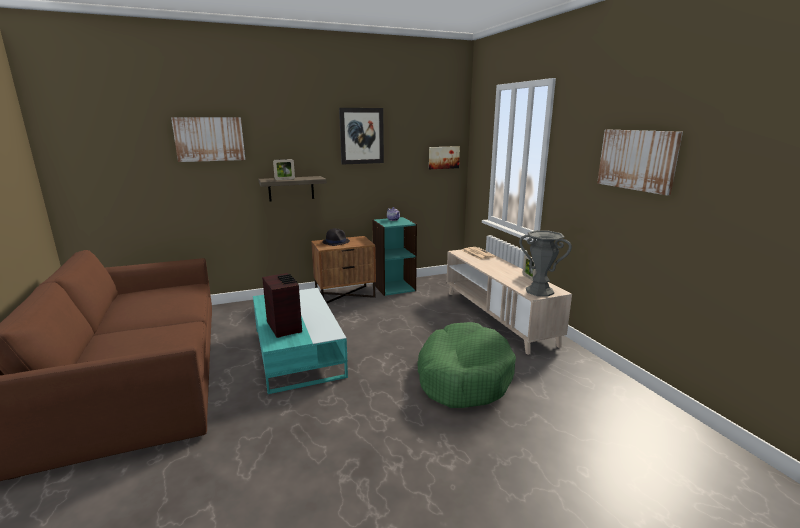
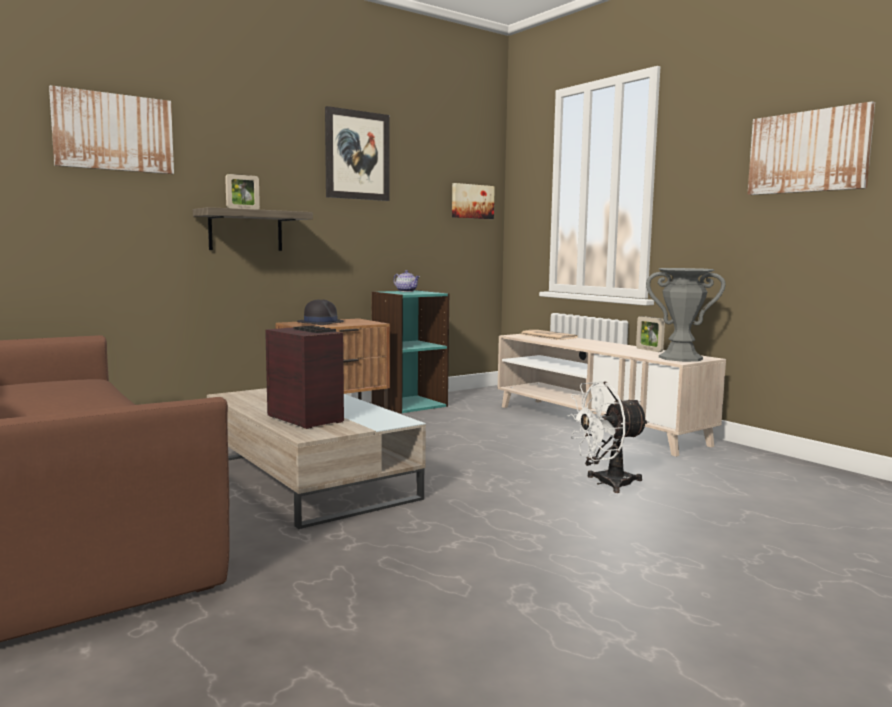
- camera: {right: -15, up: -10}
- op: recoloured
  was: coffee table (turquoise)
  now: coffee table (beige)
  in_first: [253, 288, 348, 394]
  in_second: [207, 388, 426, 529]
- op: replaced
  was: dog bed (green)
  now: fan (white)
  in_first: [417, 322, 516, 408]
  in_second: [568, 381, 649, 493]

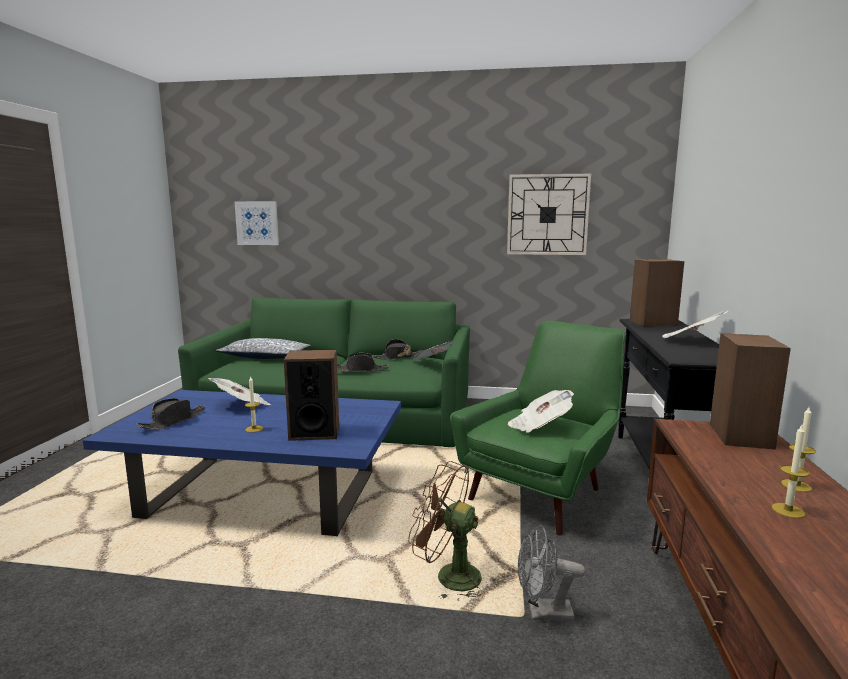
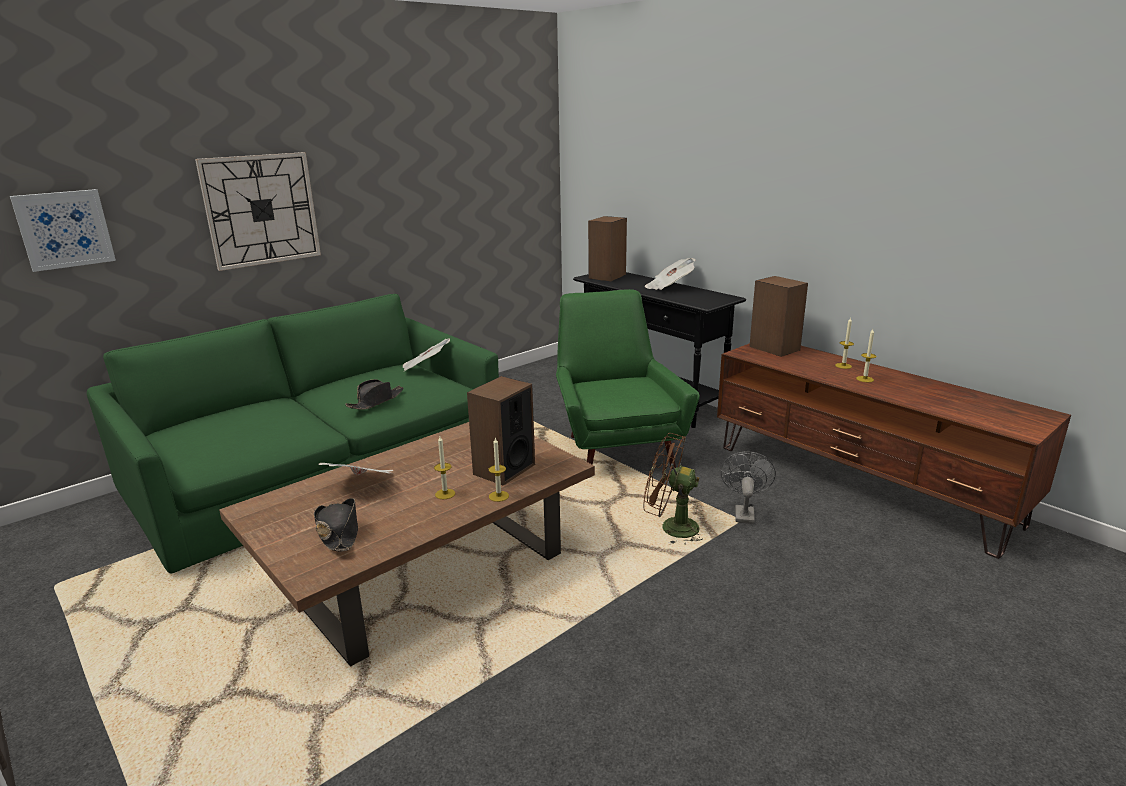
- camera: {right: -50, up: 10}
- op: moved
  was: wall clock
  in_first: [507, 174, 591, 255]
  in_second: [195, 152, 321, 271]
- op: removed
  was: pillow
  in_first: [216, 338, 311, 359]
- op: removed
  was: hat (black)
  in_first: [372, 339, 422, 360]
- op: recoloured
  was: coffee table (blue)
  now: coffee table (brown)
  in_first: [83, 390, 401, 536]
  in_second: [219, 422, 595, 667]
- op: removed
  was: newspaper
  in_first: [508, 390, 574, 433]
- op: turned
  was: fan (brown)
  in_first: [408, 461, 482, 601]
  in_second: [644, 433, 703, 545]
  clockwise: 45
- op: turned
  was: fan (grey)
  in_first: [518, 525, 585, 621]
  in_second: [720, 451, 776, 524]
  clockwise: 150
- op: added
  now: candle
  in_second: [489, 437, 509, 502]

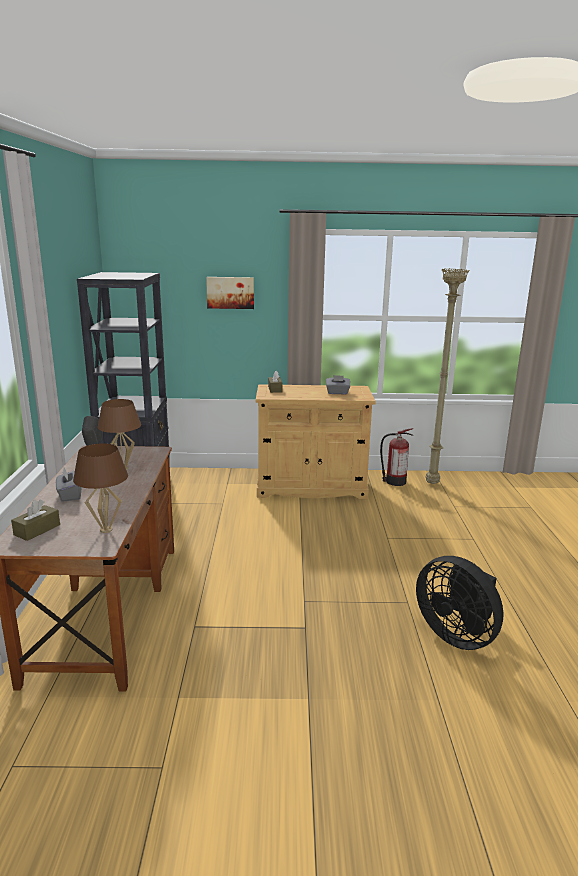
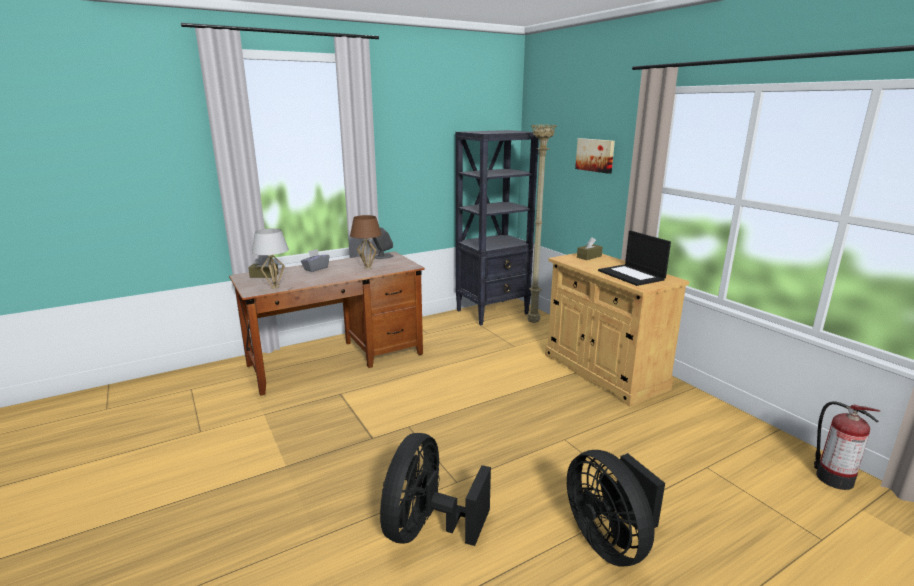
- camera: {right: 60, up: 0}
- op: moved
  was: floor lamp (beige)
  in_first: [426, 268, 469, 484]
  in_second: [527, 124, 557, 323]
- op: replaced
  was: tissue box (grey)
  now: laptop
  in_first: [326, 375, 350, 394]
  in_second: [598, 230, 671, 286]
- op: moved
  was: fire extinguisher
  in_first: [380, 428, 413, 486]
  in_second: [814, 401, 881, 490]
- op: recoloured
  was: table lamp (brown)
  now: table lamp (white)
  in_first: [73, 443, 128, 533]
  in_second: [252, 229, 289, 289]
- op: added
  now: fan (black)
  in_second: [567, 450, 665, 566]

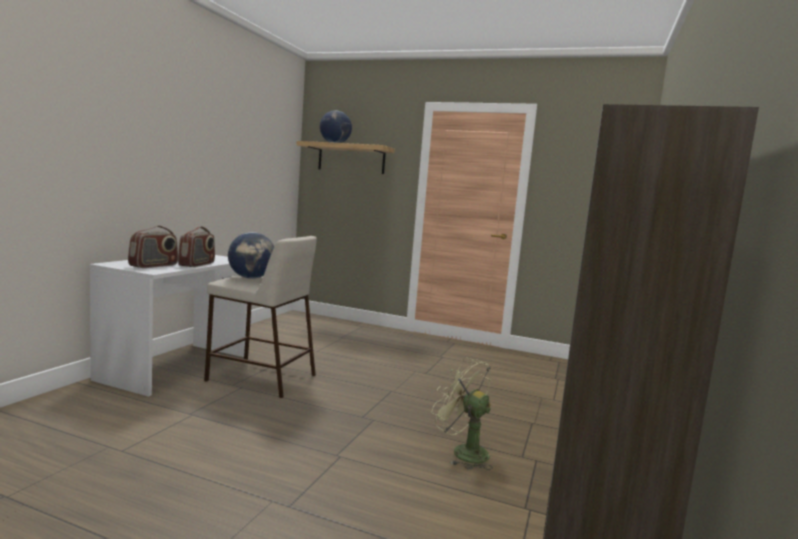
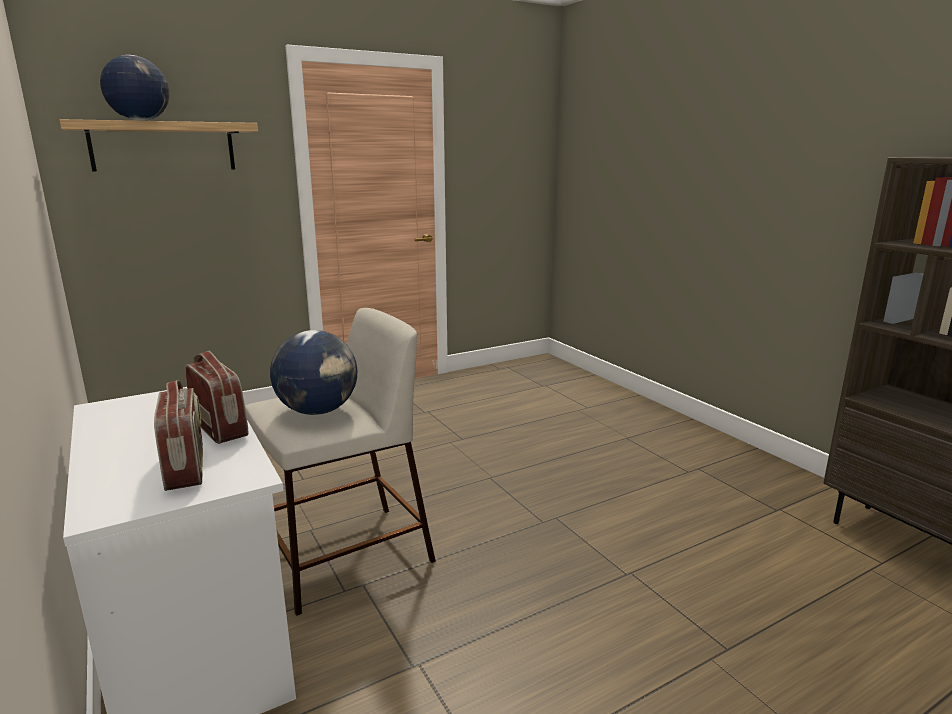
- camera: {right: -50, up: 10}
- op: removed
  was: fan (green)
  in_first: [432, 357, 493, 470]

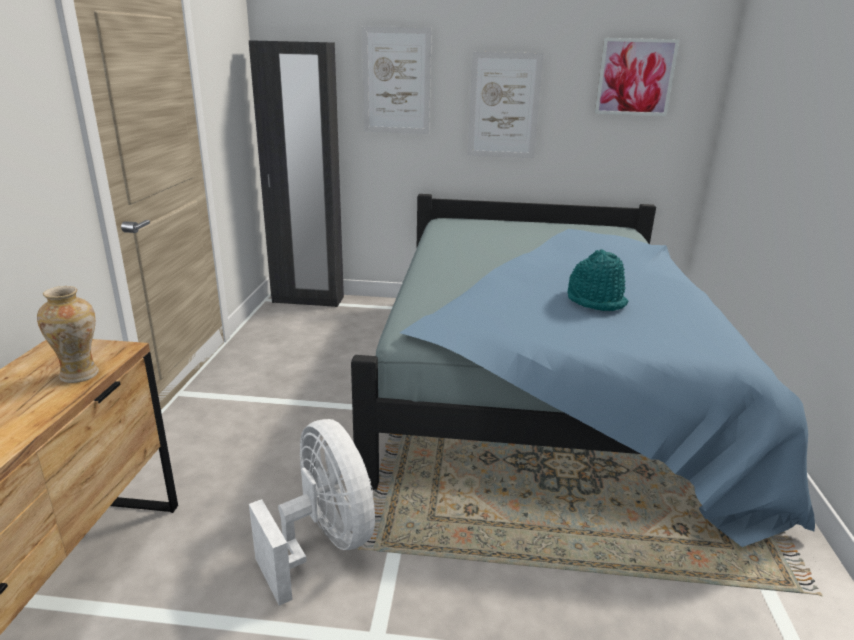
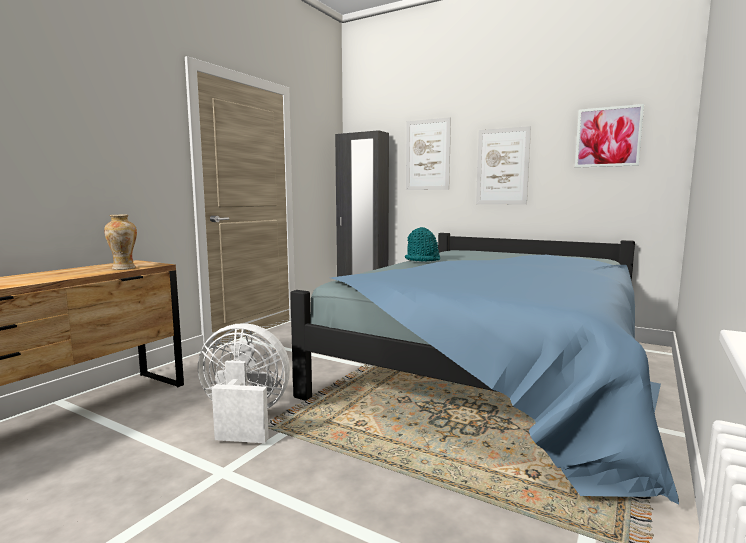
- camera: {right: 25, up: -15}
- op: moved
  was: hat (turquoise)
  in_first: [568, 249, 628, 311]
  in_second: [405, 227, 440, 262]
- op: turned
  was: fan (white)
  in_first: [249, 419, 375, 606]
  in_second: [198, 323, 290, 443]
  clockwise: -75

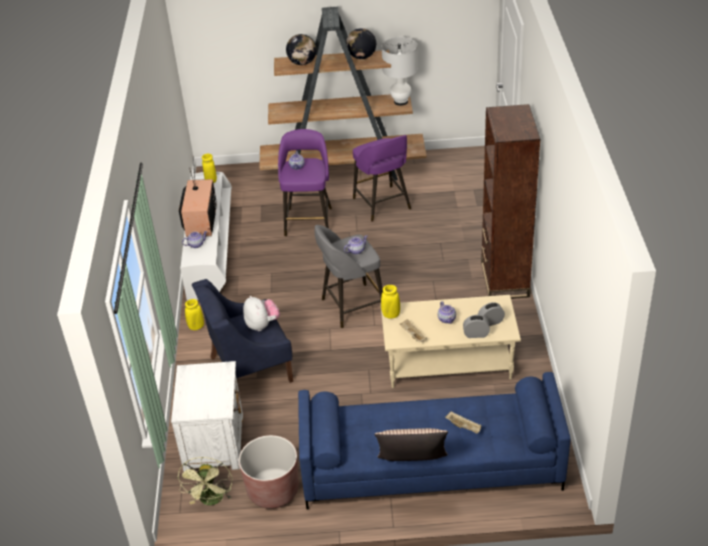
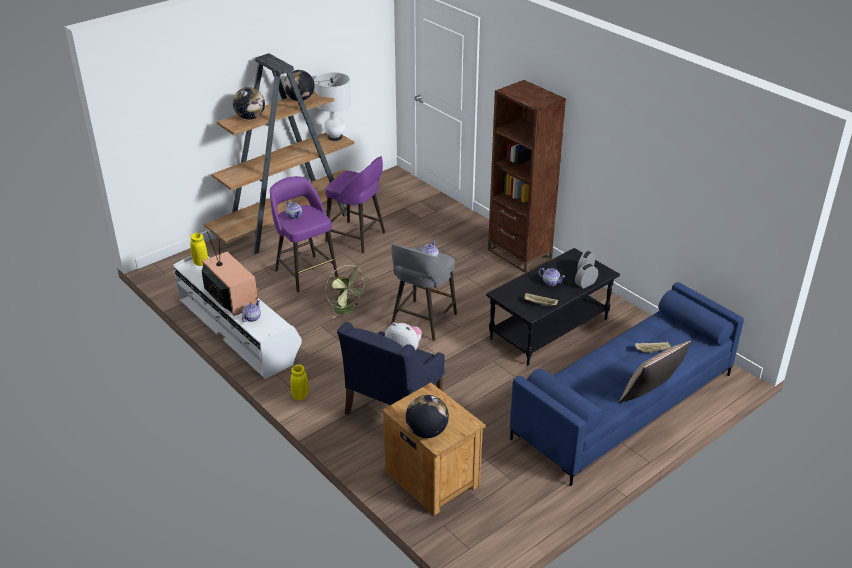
- camera: {right: -40, up: -5}
- op: removed
  was: vase (yellow)
  in_first: [381, 285, 400, 319]
- op: recoloured
  was: coffee table (beige)
  now: coffee table (black)
  in_first: [381, 295, 521, 388]
  in_second: [486, 248, 620, 365]
- op: recoloured
  was: nightstand (white)
  now: nightstand (brown)
  in_first: [171, 361, 243, 471]
  in_second: [382, 383, 486, 516]
- op: removed
  was: planter (brown)
  in_first: [239, 435, 299, 509]
- op: moved
  was: fan (green)
  in_first: [177, 457, 232, 505]
  in_second: [325, 265, 368, 318]
- op: added
  now: globe
  in_second: [406, 395, 449, 438]

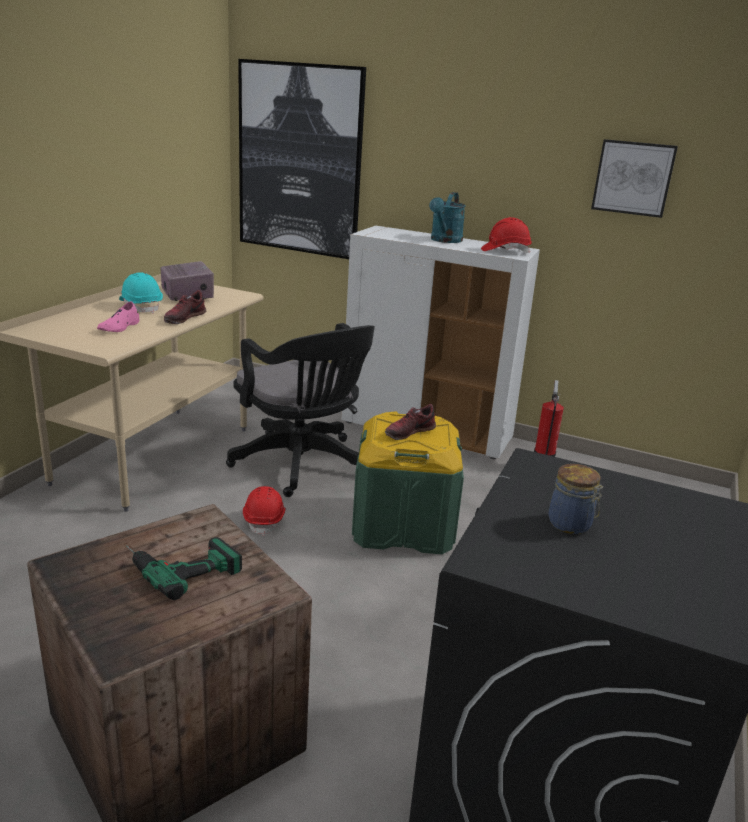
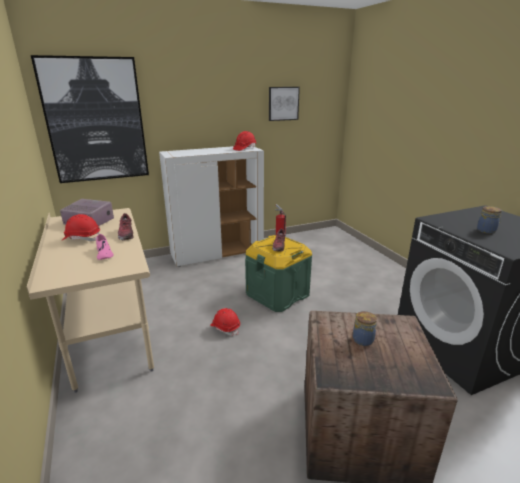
- camera: {right: -45, up: 0}
- op: removed
  was: watering can (turquoise)
  in_first: [429, 192, 466, 243]
- op: recoloured
  was: hard hat (turquoise)
  now: hard hat (red)
  in_first: [119, 273, 163, 314]
  in_second: [61, 214, 100, 241]
- op: removed
  was: office chair (black)
  in_first: [226, 323, 375, 497]
- op: replaced
  was: power drill
  now: jar
  in_first: [126, 537, 242, 600]
  in_second: [353, 311, 377, 346]

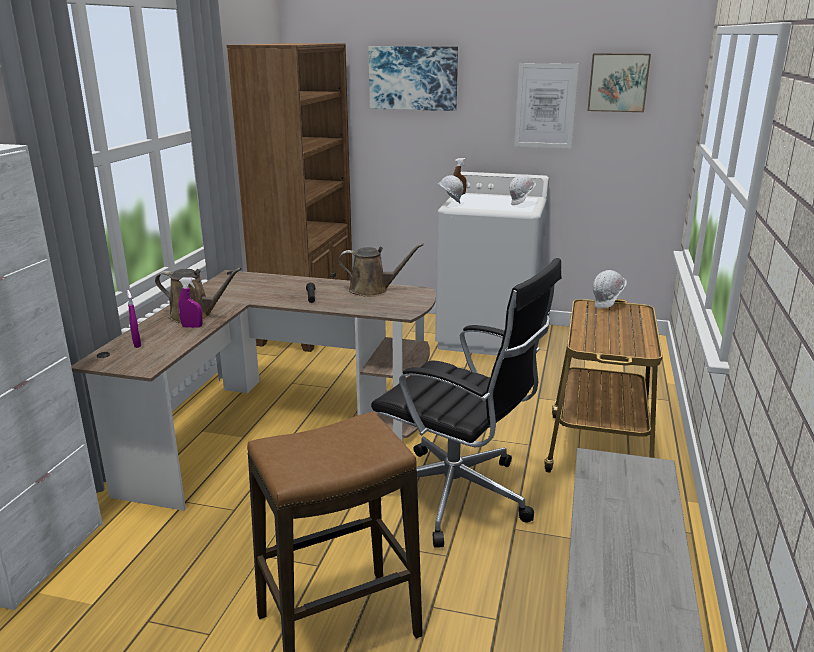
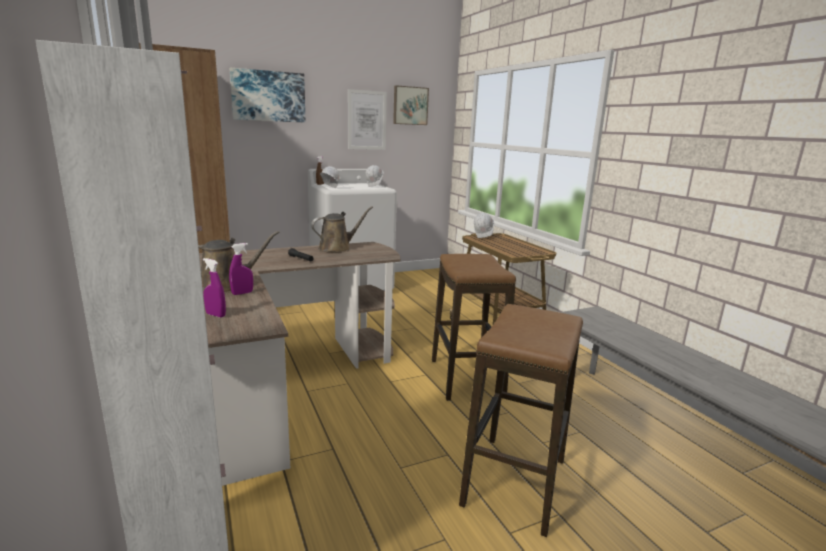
- camera: {right: -40, up: -5}
- op: replaced
  was: office chair (black)
  now: stool
  in_first: [371, 258, 561, 548]
  in_second: [432, 254, 516, 401]

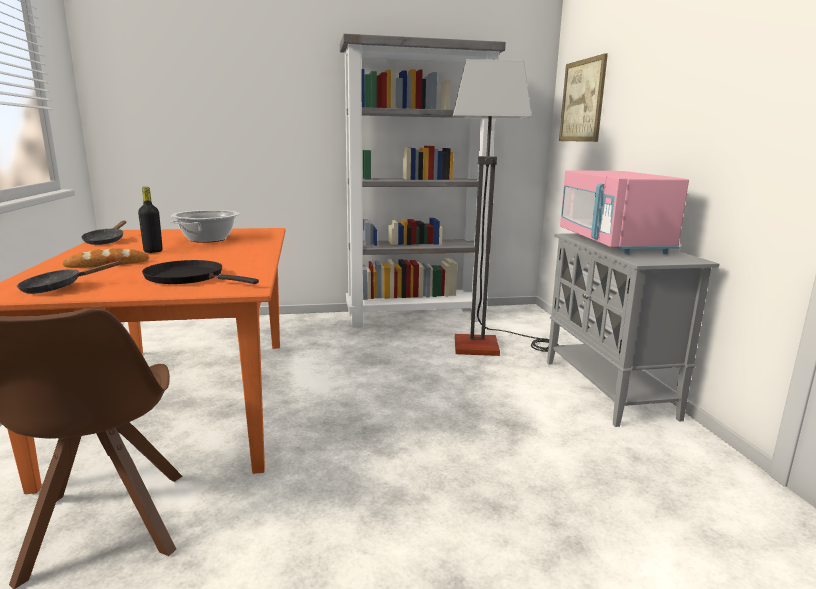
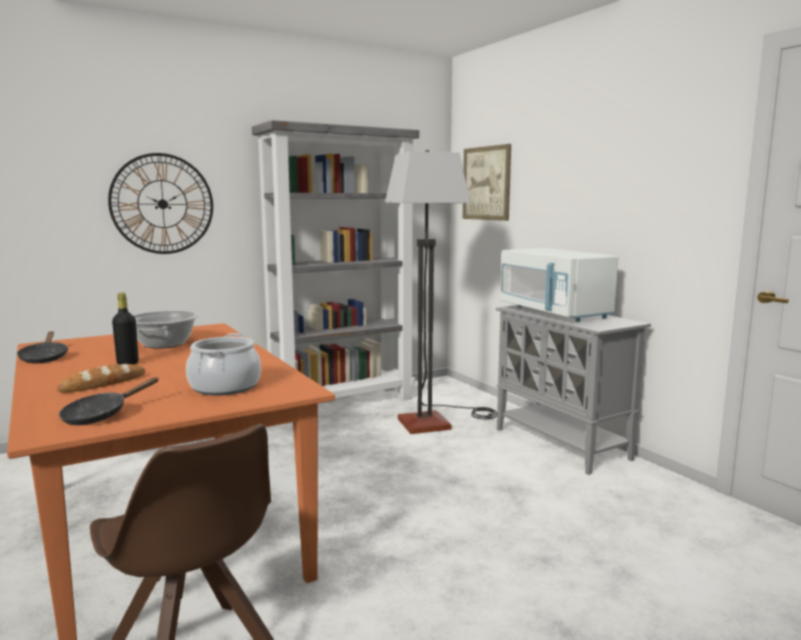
- camera: {right: -20, up: -5}
- op: recoloured
  was: microwave (pink)
  now: microwave (white)
  in_first: [560, 170, 689, 254]
  in_second: [500, 248, 618, 322]
- op: replaced
  was: frying pan (black)
  now: cooking pot
  in_first: [142, 260, 259, 284]
  in_second: [186, 333, 261, 395]
- op: added
  now: wall clock
  in_second: [108, 153, 213, 254]

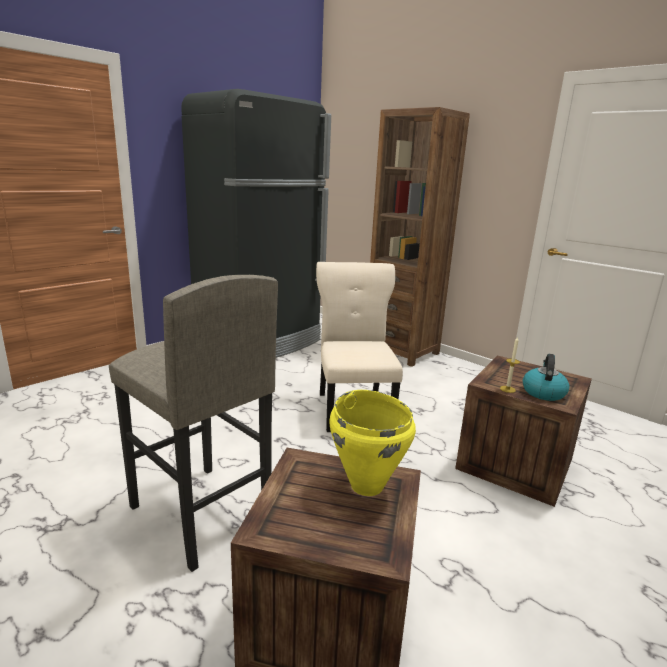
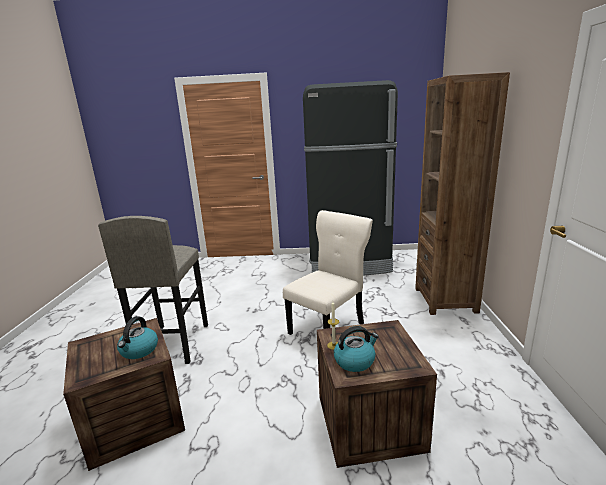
- camera: {right: 50, up: 0}
- op: replaced
  was: cooking pot (yellow)
  now: kettle
  in_first: [329, 390, 416, 496]
  in_second: [117, 316, 158, 359]

